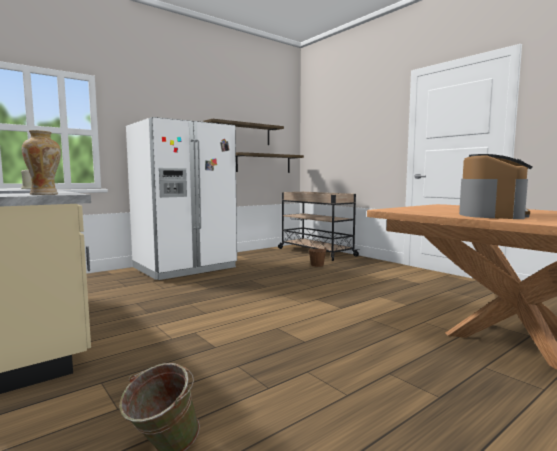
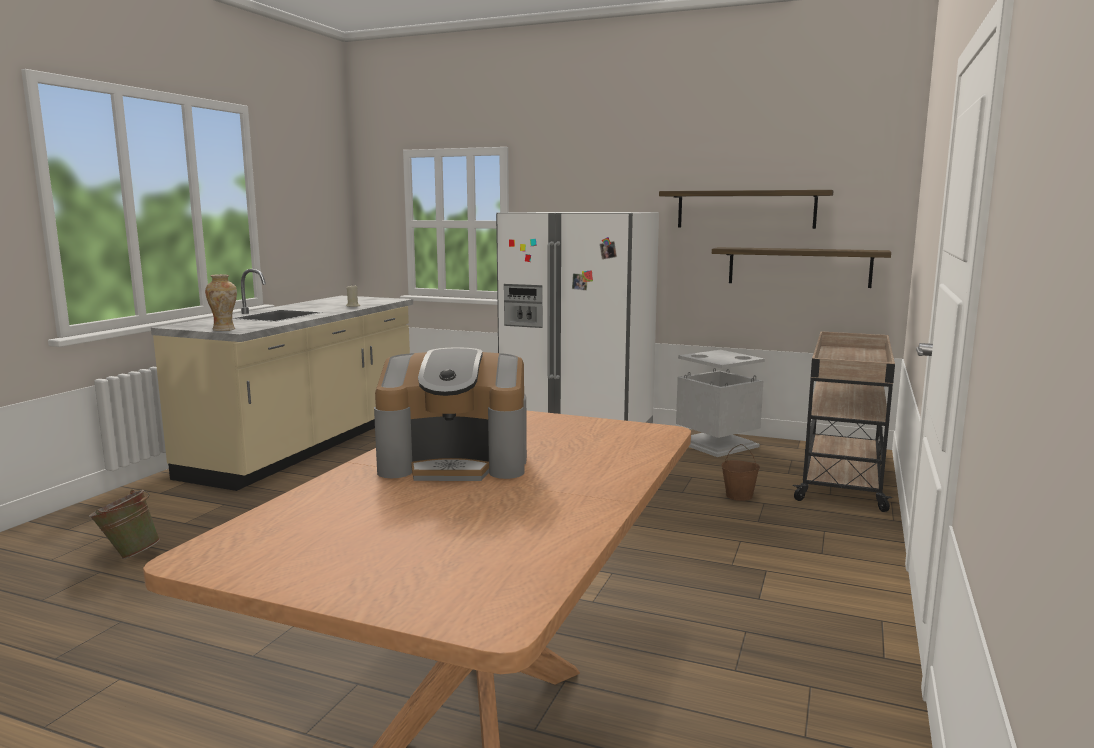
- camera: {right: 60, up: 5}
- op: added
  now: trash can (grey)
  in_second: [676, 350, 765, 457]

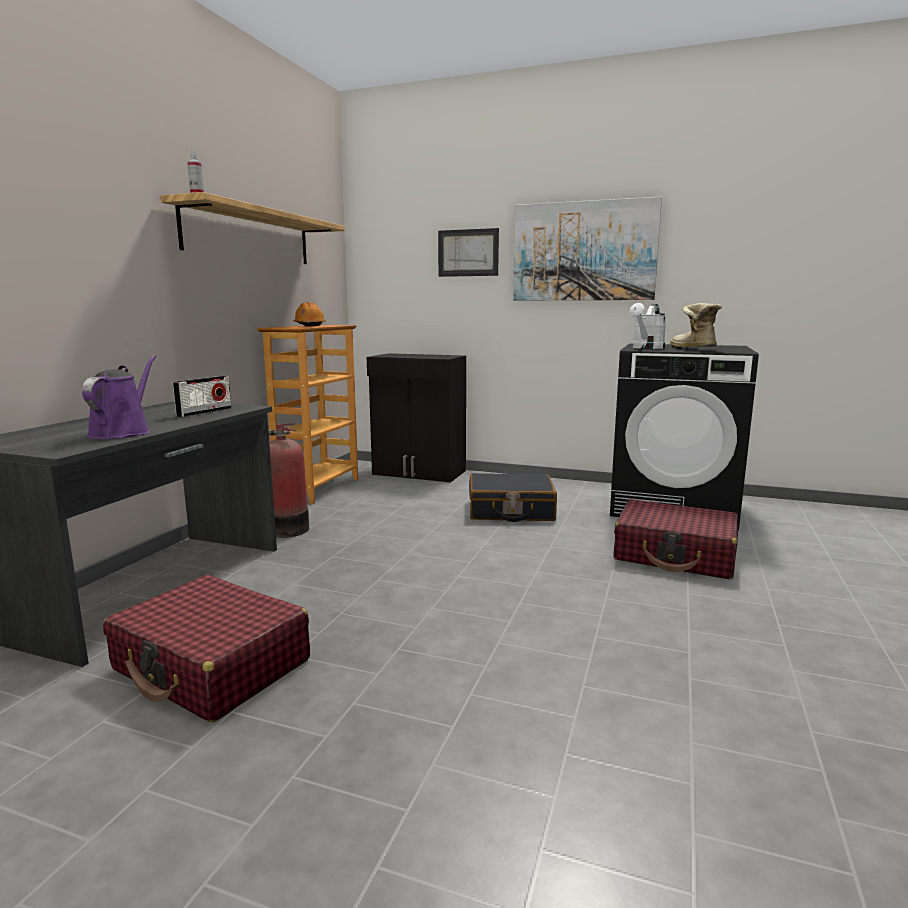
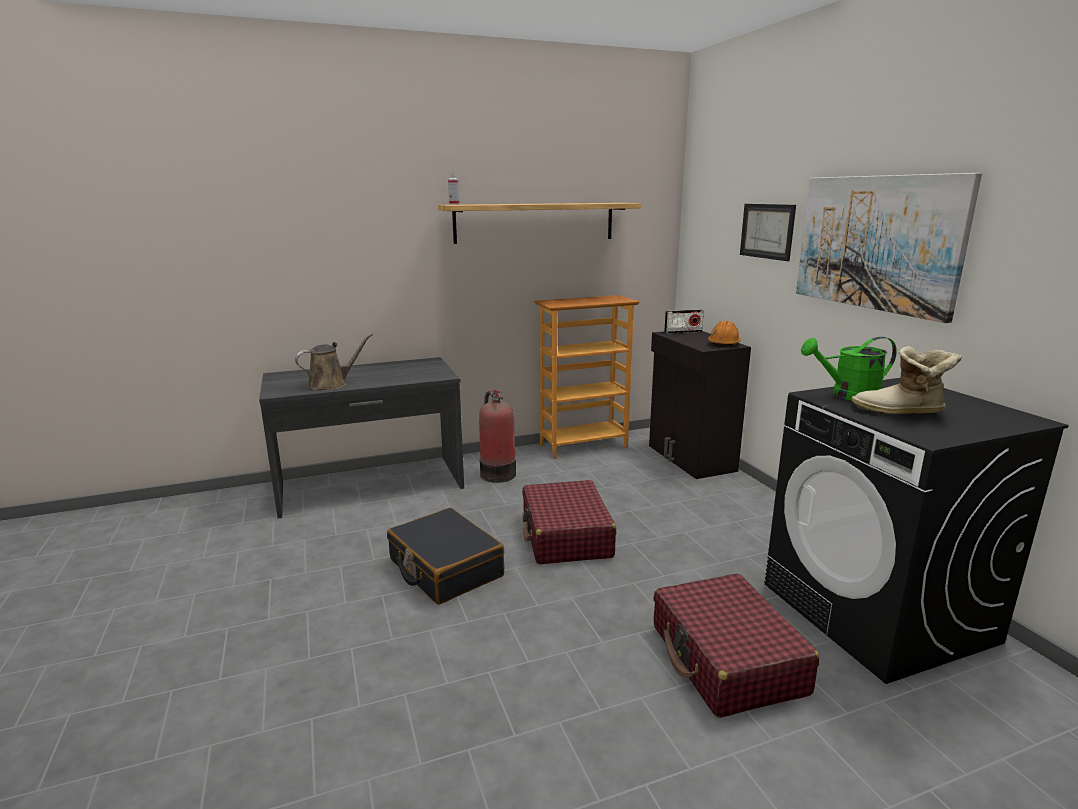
- camera: {right: 50, up: 5}
- op: moved
  was: hard hat (orange)
  in_first: [293, 302, 326, 327]
  in_second: [708, 321, 741, 347]
- op: recoloured
  was: watering can (white)
  now: watering can (green)
  in_first: [630, 303, 666, 349]
  in_second: [801, 337, 897, 400]
- op: turned
  was: boot
  in_first: [670, 303, 722, 347]
  in_second: [851, 346, 962, 414]
  clockwise: -105
- op: recoloured
  was: watering can (purple)
  now: watering can (brown)
  in_first: [82, 355, 156, 439]
  in_second: [295, 333, 373, 390]
- op: moved
  was: radio
  in_first: [172, 376, 231, 417]
  in_second: [664, 310, 704, 334]
- op: moved
  was: suitcase (black)
  in_first: [469, 473, 557, 522]
  in_second: [387, 508, 504, 605]
- op: moved
  was: suitcase (red)
  in_first: [103, 575, 310, 722]
  in_second: [522, 480, 616, 564]

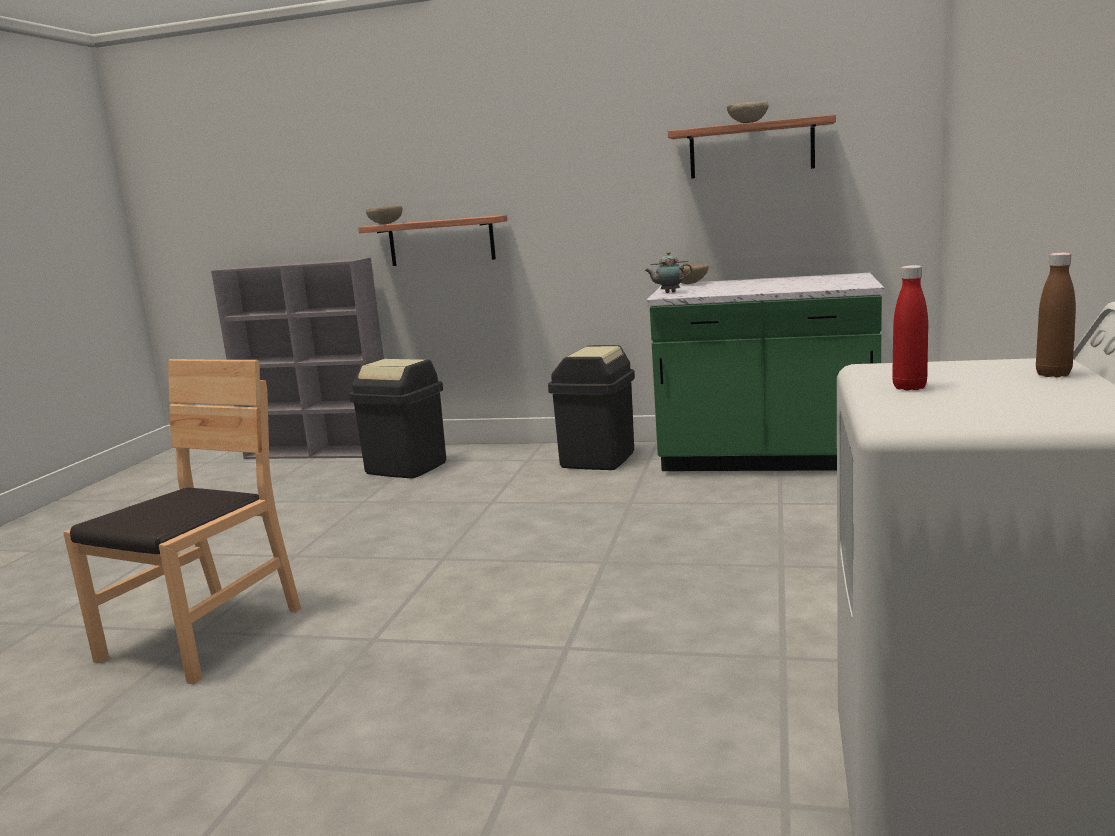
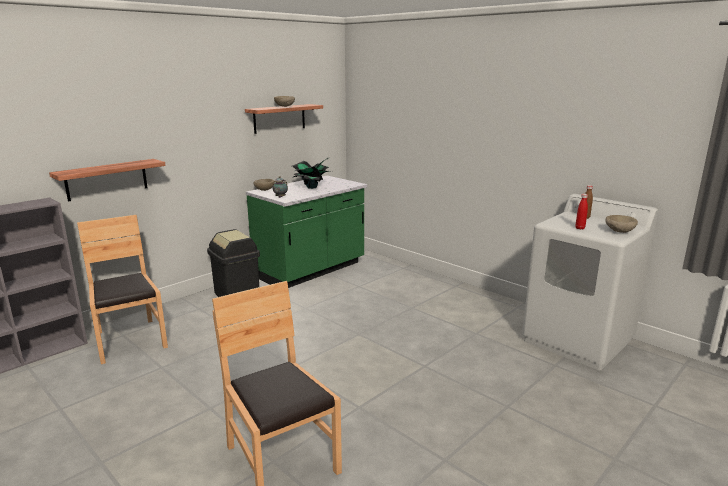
- camera: {right: -60, up: 5}
- op: moved
  was: bowl (beige)
  in_first: [366, 205, 403, 224]
  in_second: [605, 215, 638, 233]
- op: replaced
  was: trash can (black)
  now: chair (brown)
  in_first: [349, 359, 446, 478]
  in_second: [77, 215, 168, 364]
- op: added
  now: potted plant
  in_second: [292, 157, 332, 189]

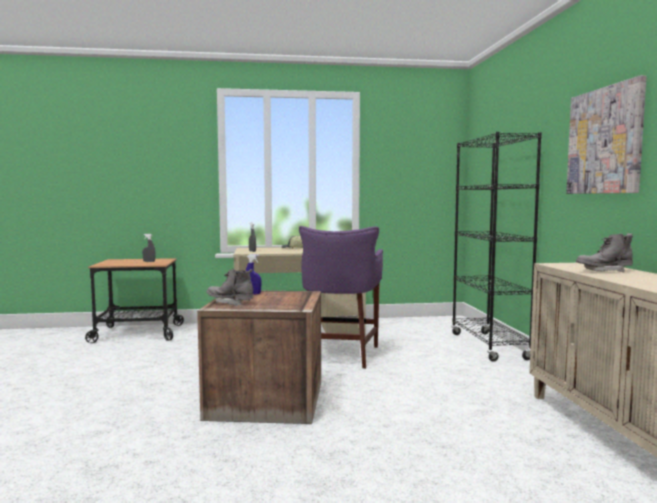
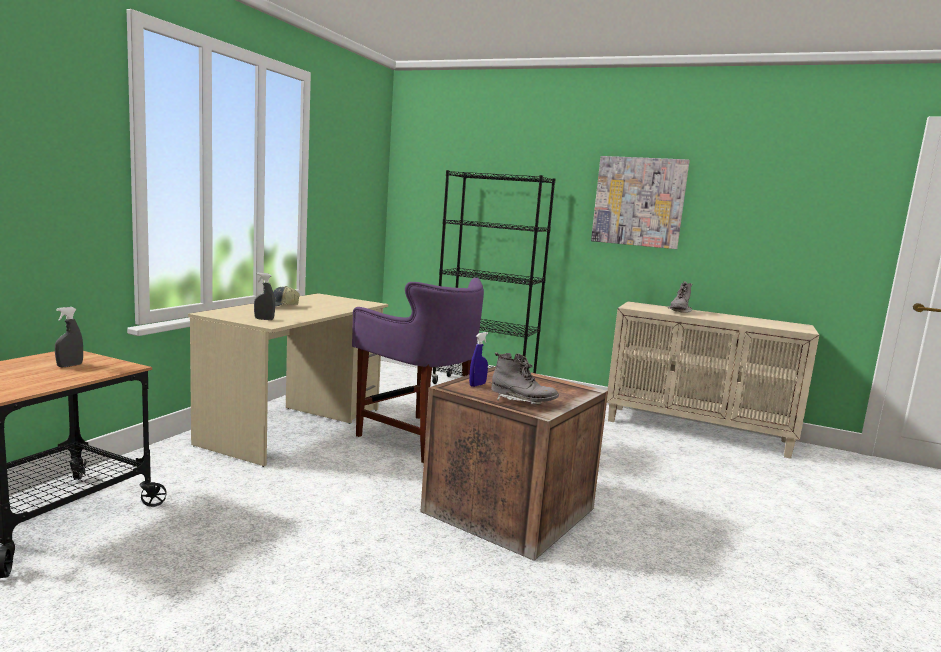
- camera: {right: -60, up: 5}
- op: turned
  was: boot (grey)
  in_first: [206, 269, 254, 306]
  in_second: [491, 352, 559, 405]
  clockwise: -120

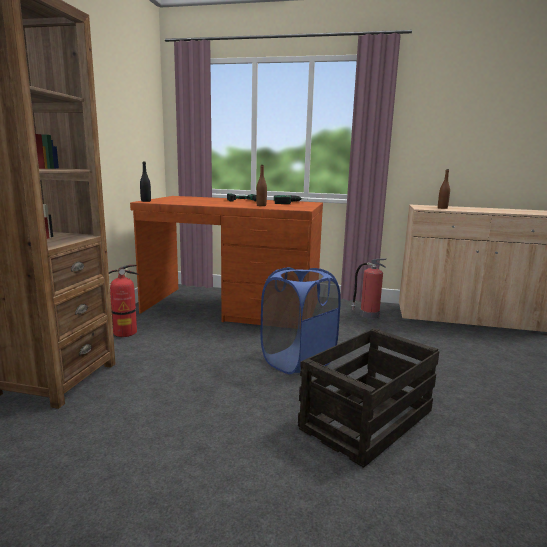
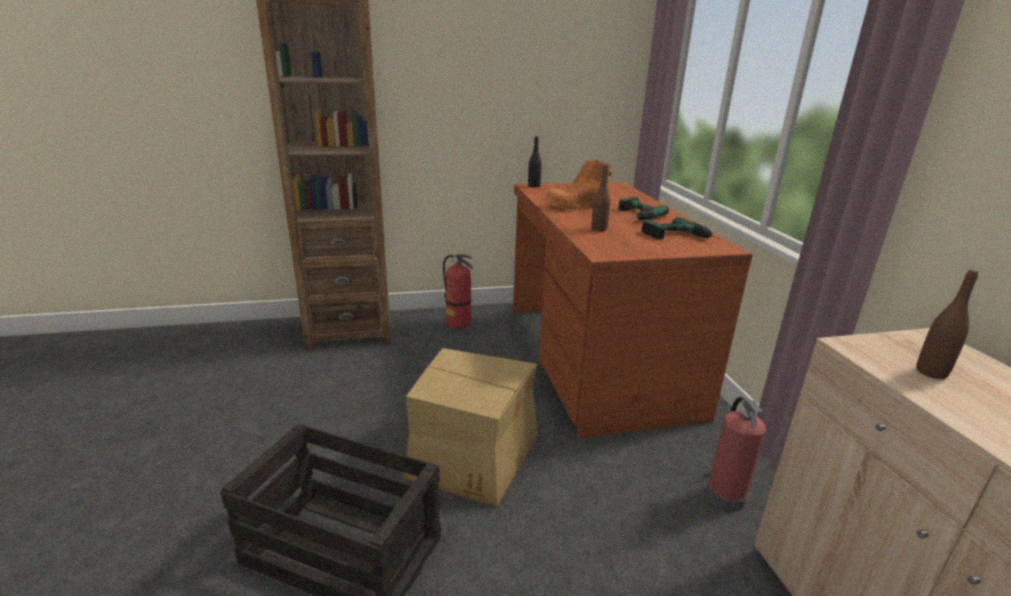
- camera: {right: 65, up: 10}
- op: replaced
  was: laundry basket (blue)
  now: cardboard box
  in_first: [260, 267, 341, 374]
  in_second: [403, 348, 538, 507]
- op: added
  now: boot (orange)
  in_second: [544, 160, 612, 210]

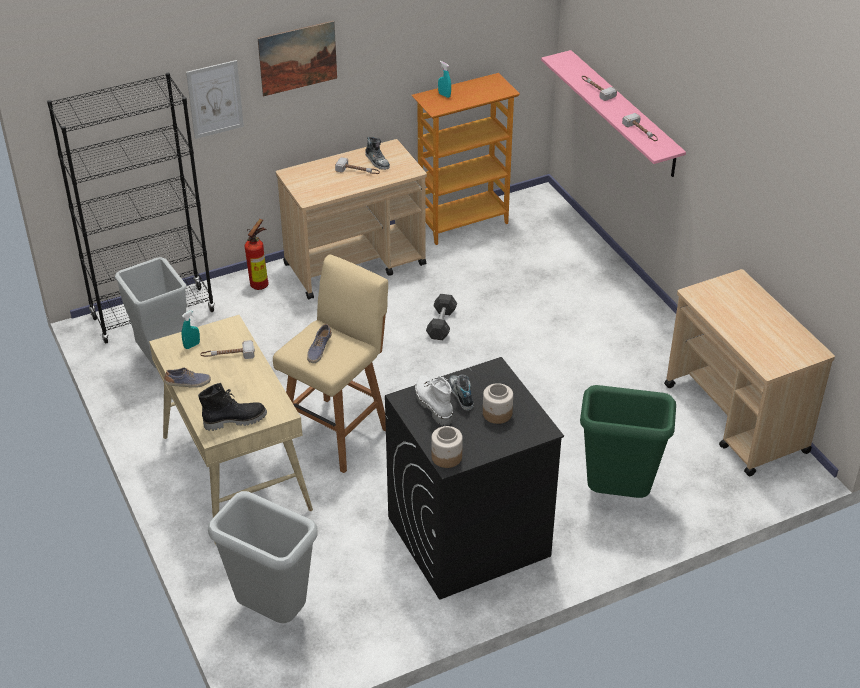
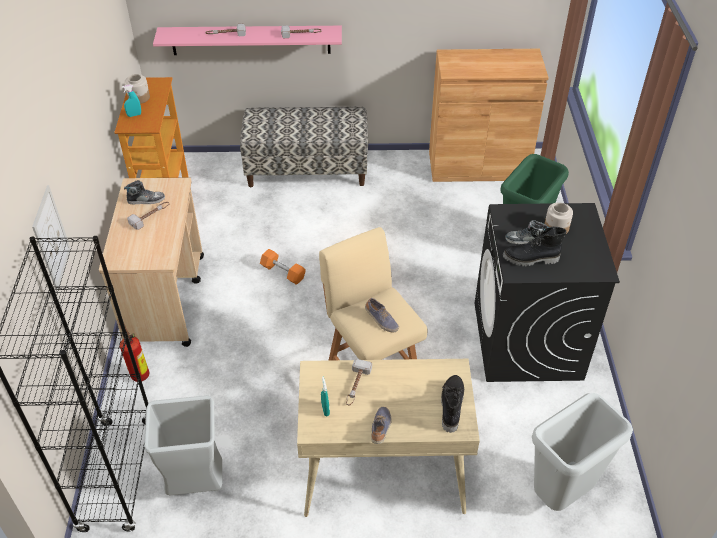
- camera: {right: -65, up: 5}
- op: removed
  was: picture
  in_first: [258, 21, 337, 97]
- op: replaced
  was: cart (beige)
  now: cabinet (brown)
  in_first: [664, 269, 835, 476]
  in_second: [429, 49, 548, 182]
- op: recoloured
  was: dumbbell (grey)
  now: dumbbell (orange)
  in_first: [426, 294, 457, 340]
  in_second: [260, 249, 306, 285]
- op: recoloured
  was: boot (white)
  now: boot (black)
  in_first: [415, 375, 453, 426]
  in_second: [502, 227, 567, 266]
- op: moved
  was: jar
  in_first: [431, 426, 463, 468]
  in_second: [124, 74, 150, 104]
- op: added
  now: bench
  in_second: [240, 107, 368, 187]

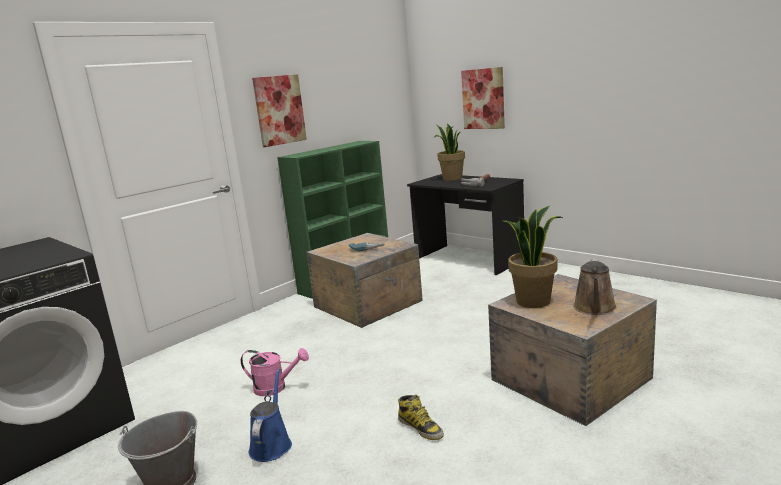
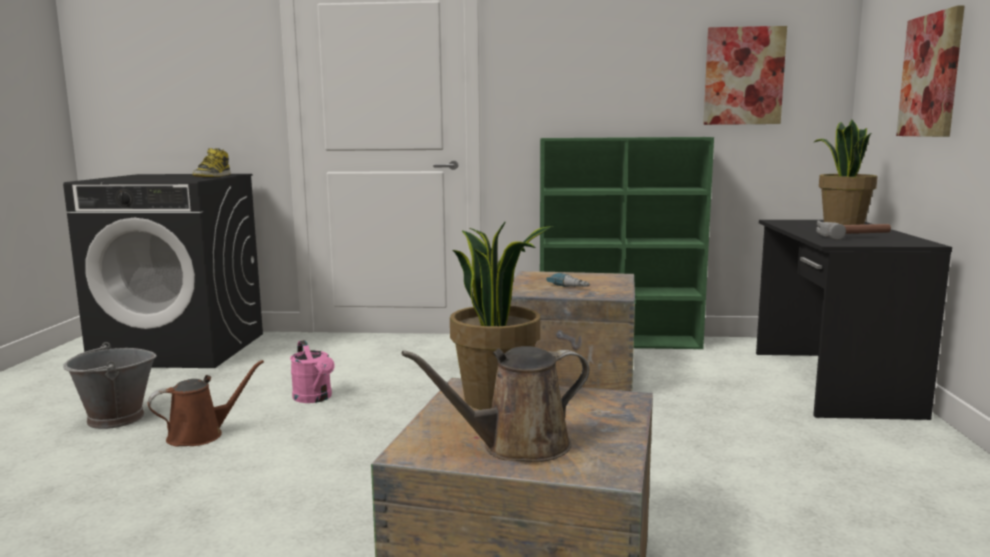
- camera: {right: 50, up: -5}
- op: moved
  was: picture
  in_first: [252, 74, 307, 147]
  in_second: [703, 26, 787, 125]
- op: recoloured
  was: watering can (blue)
  now: watering can (brown)
  in_first: [249, 369, 292, 462]
  in_second: [148, 360, 264, 446]
- op: moved
  was: boot
  in_first: [398, 395, 444, 440]
  in_second: [192, 148, 231, 177]

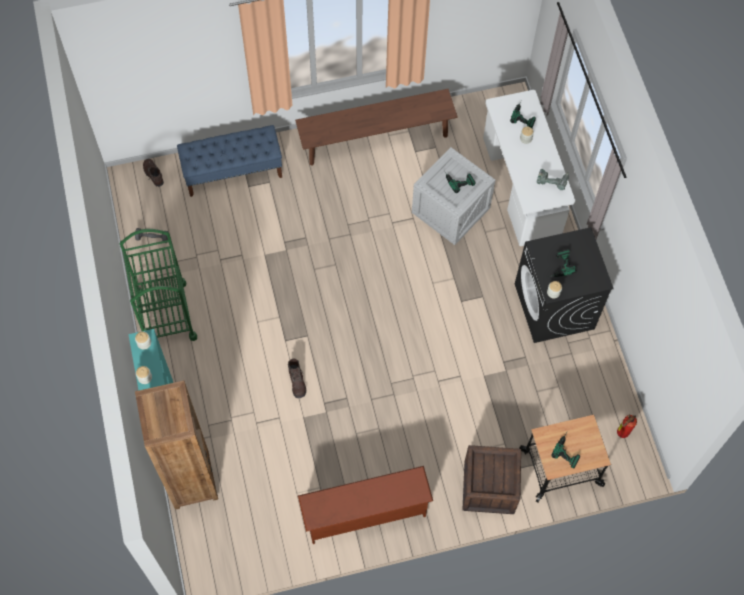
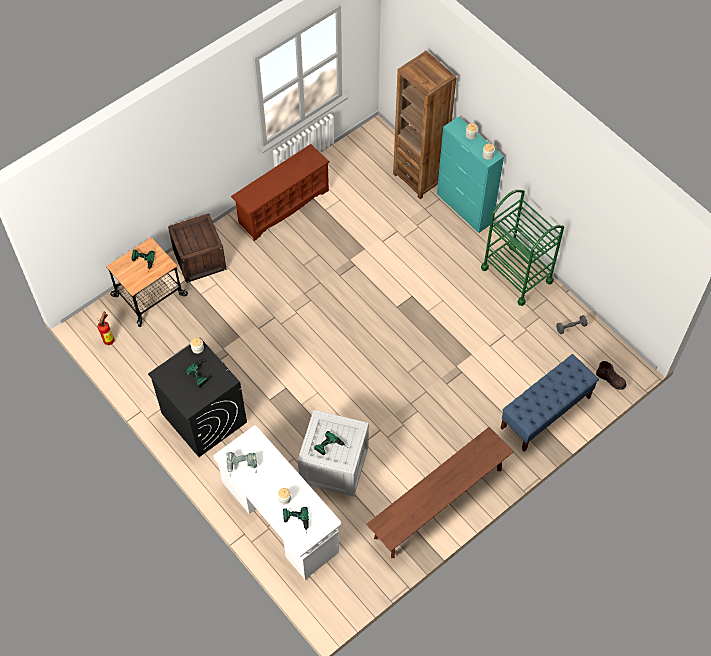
- camera: {right: 155, up: -5}
- op: removed
  was: boot (brown)
  in_first: [288, 359, 306, 398]

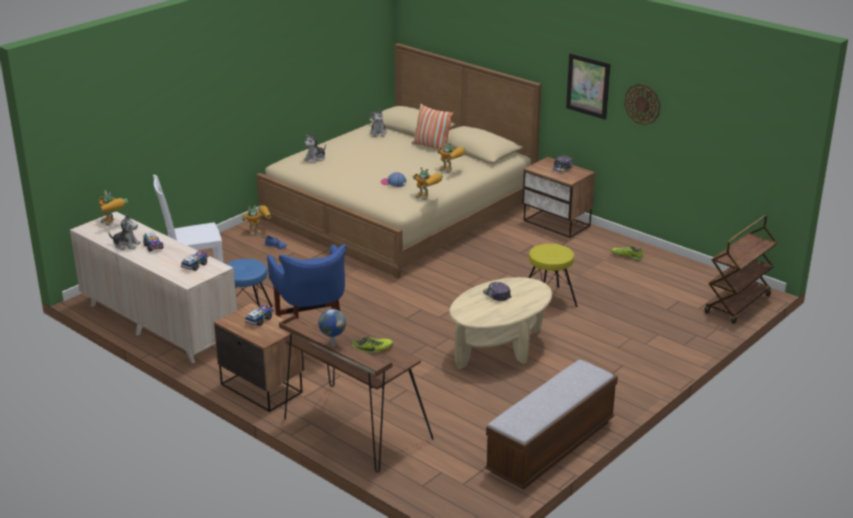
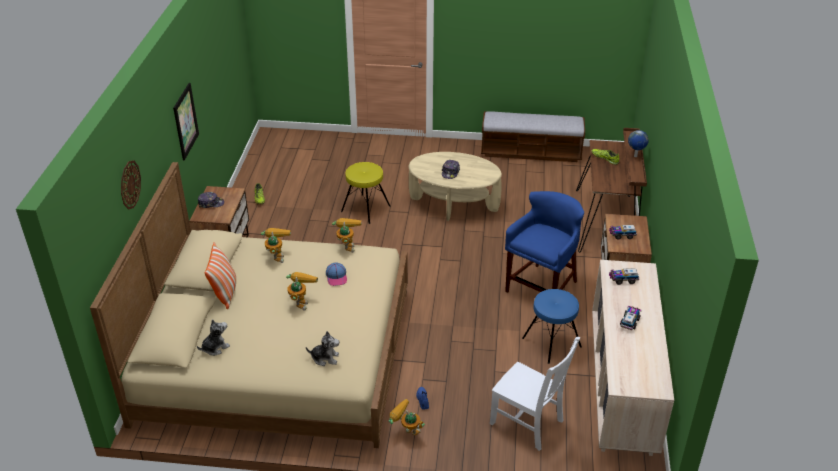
- camera: {right: -125, up: 10}
- op: moved
  was: wall clock
  in_first: [624, 84, 661, 125]
  in_second: [121, 161, 141, 209]
- op: moved
  was: toy robot
  in_first: [99, 190, 128, 226]
  in_second: [286, 272, 318, 311]
- op: removed
  was: plush toy
  in_first: [108, 214, 141, 250]
- op: removed
  was: cart (brown)
  in_first: [705, 215, 777, 324]

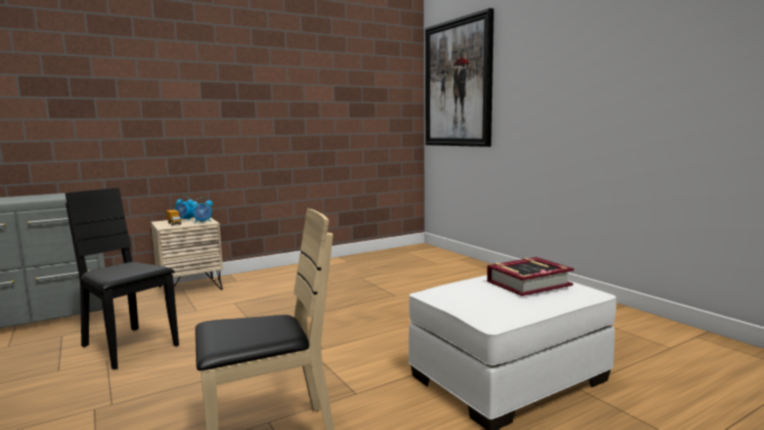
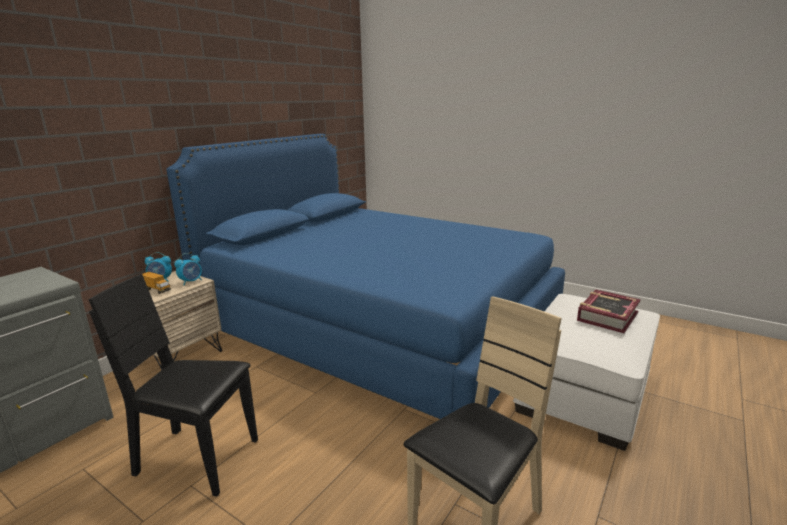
- camera: {right: -25, up: 10}
- op: removed
  was: picture
  in_first: [425, 8, 494, 147]
- op: added
  now: bed (blue)
  in_second: [166, 134, 565, 419]

